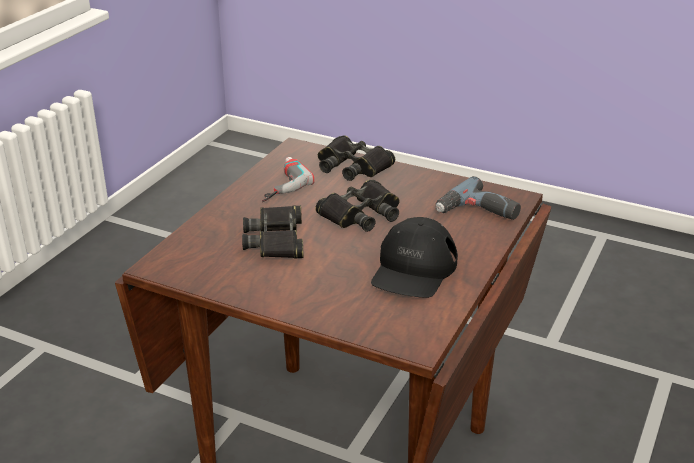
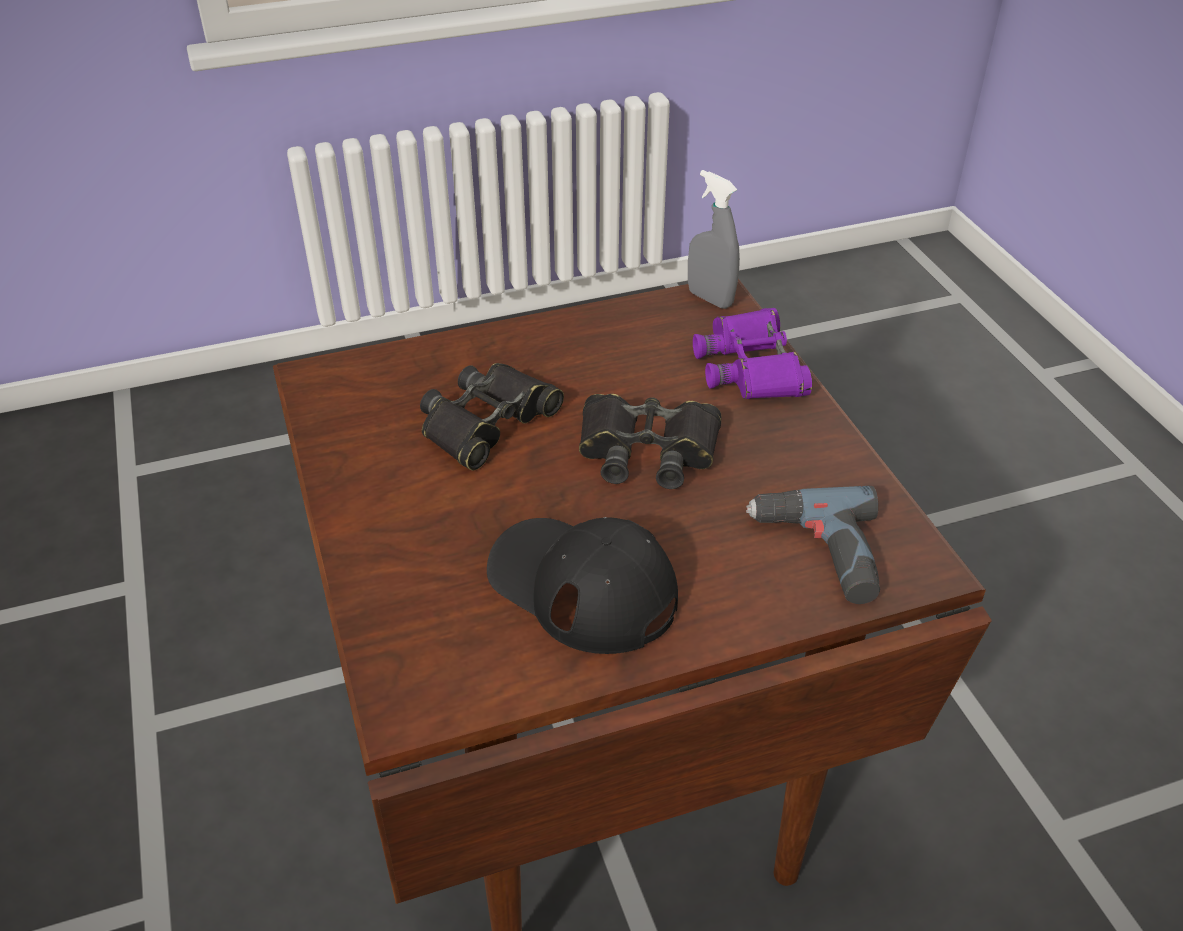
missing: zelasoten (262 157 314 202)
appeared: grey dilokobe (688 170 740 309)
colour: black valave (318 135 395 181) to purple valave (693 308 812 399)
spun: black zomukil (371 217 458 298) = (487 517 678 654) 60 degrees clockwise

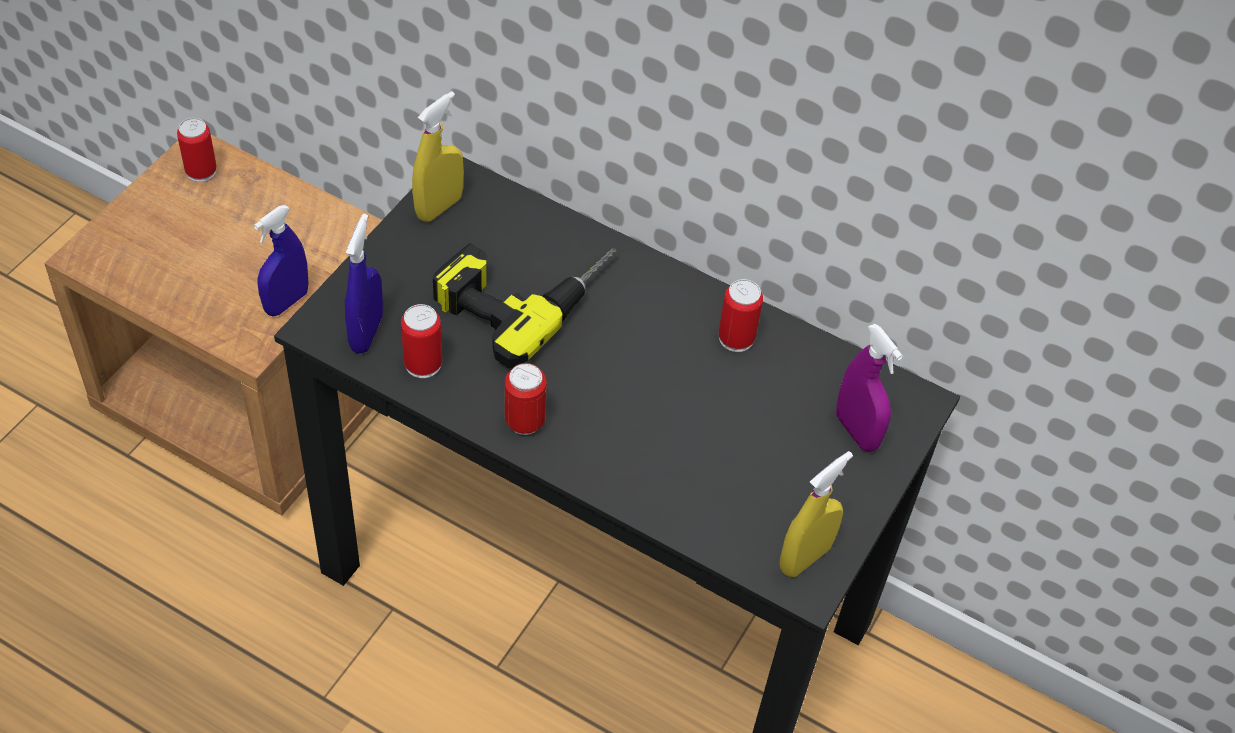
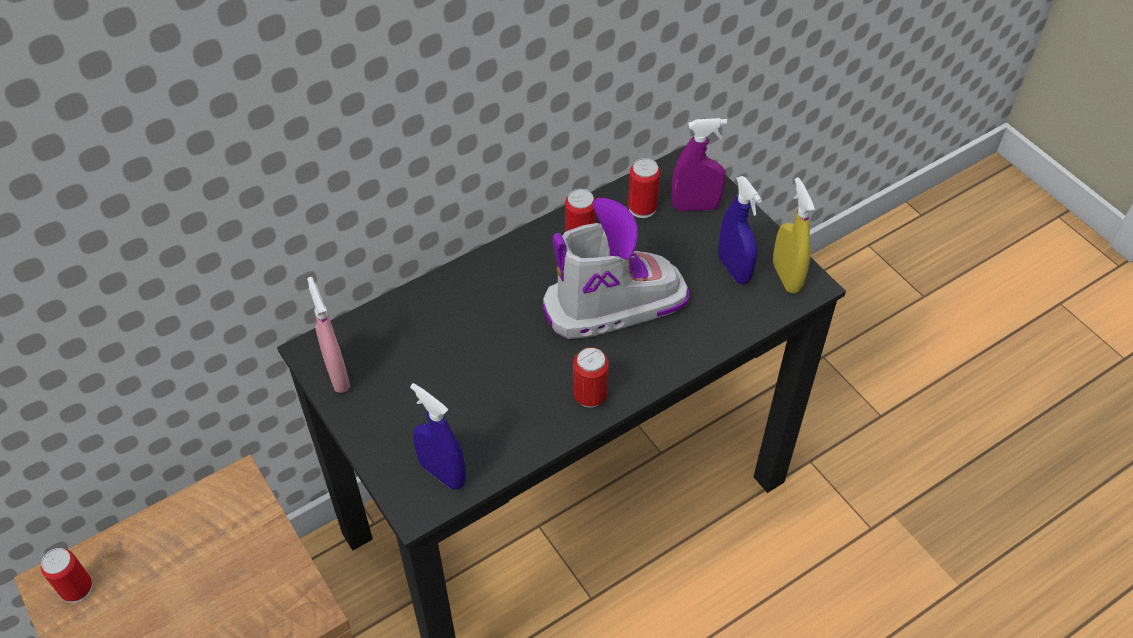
missing: zelasoten (433 243 616 368)
appeared: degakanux (543 198 689 339)
relocated: blue dilokobe (254 205 308 316) to (718 176 762 284); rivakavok (401 304 442 378) to (628 158 660 218)
colour: yellow dilokobe (412 91 464 222) to pink dilokobe (307 277 351 393)

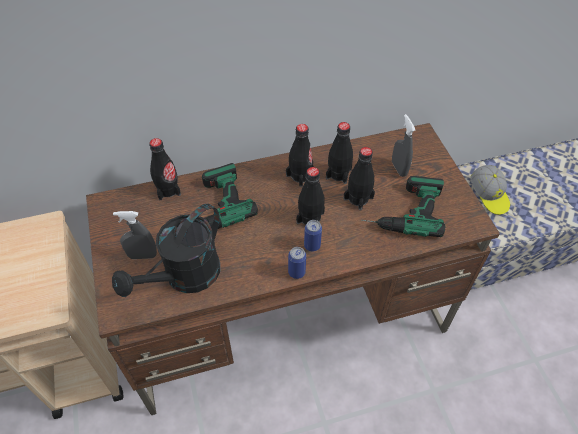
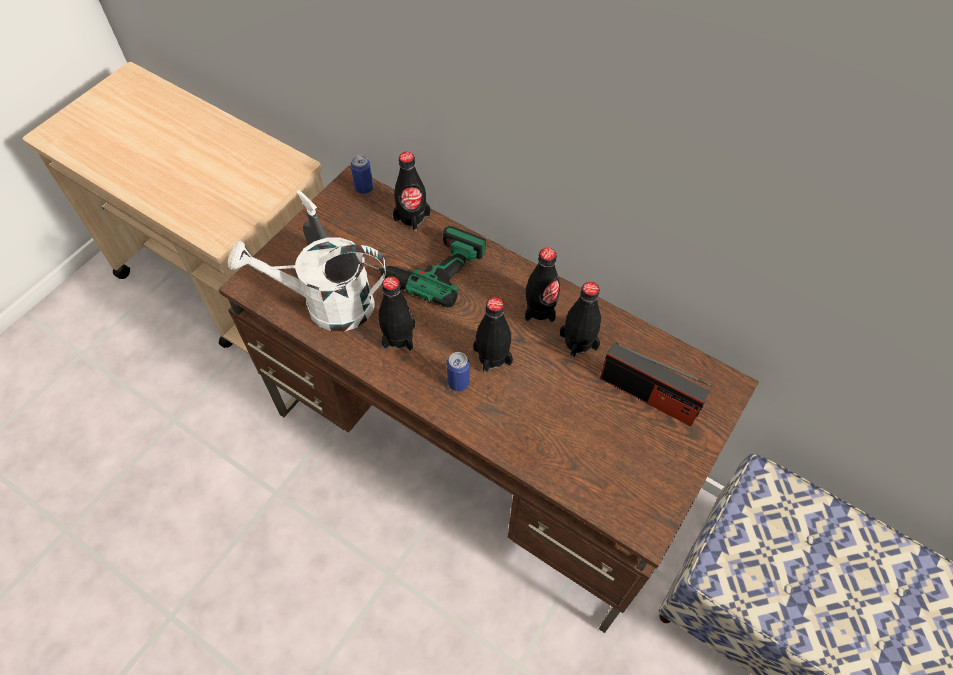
missing: zelasoten (361 176 445 237); zomukil (471 165 510 215)
relocated: rivakavok (288 247 306 279) to (350 155 373 194); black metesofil (344 147 375 211) to (378 276 415 351)
exchanged: grey dilokobe (392 114 416 177) to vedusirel (600 343 711 426)
colour: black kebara (112 204 220 297) to white kebara (228 237 386 332)

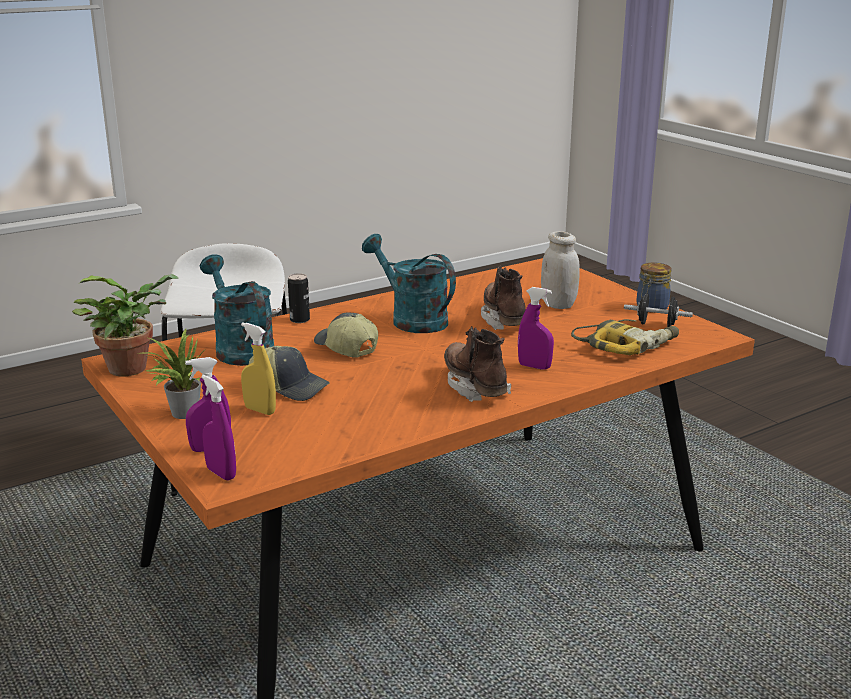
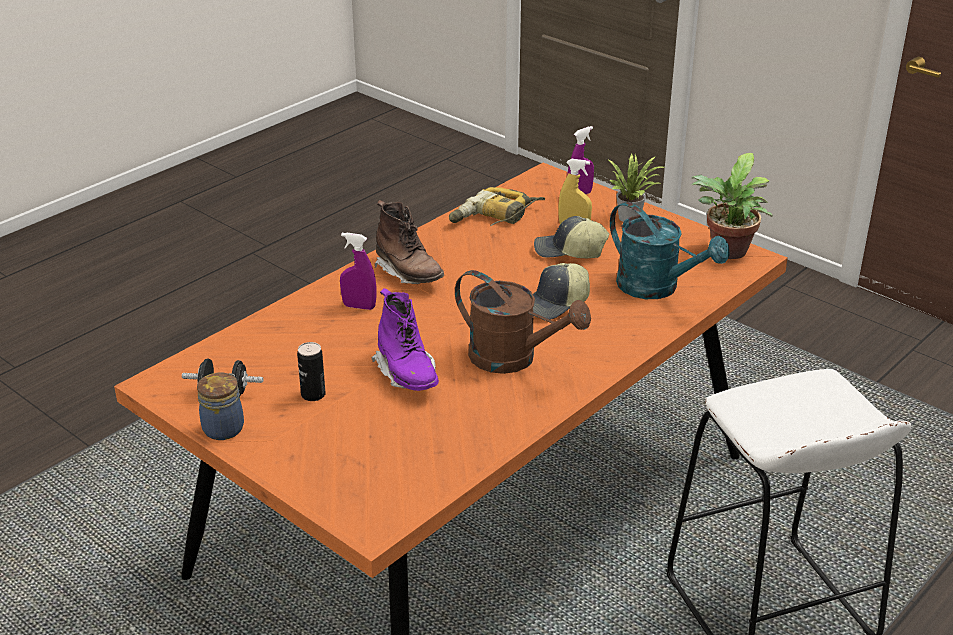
missing: purple dilokobe (202 375 236 481); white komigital (541 231 580 309)
relocated: rivakavok (288 273 310 323) to (297 342 326 401); zelasoten (571 319 679 355) to (449 187 545 226)
colour: turquoise kebara (362 234 456 333) to brown kebara (455 270 591 374); brown degakanux (481 265 526 330) to purple degakanux (372 288 439 391)
spun: zomukil (314 313 378 358) = (533 263 590 320) 105 degrees clockwise

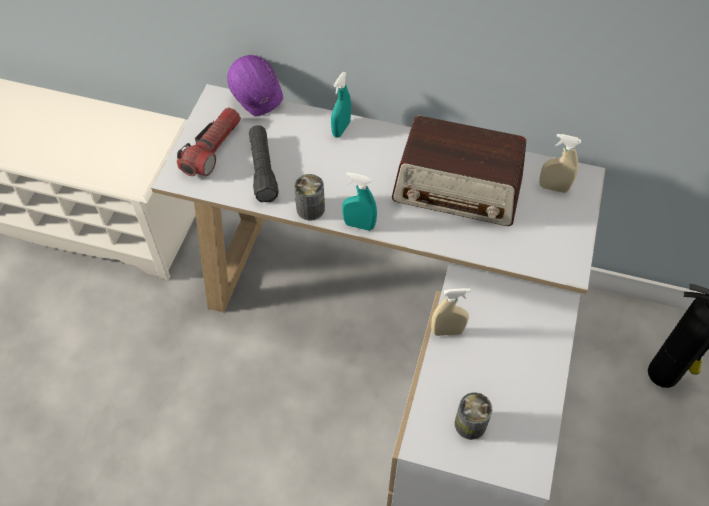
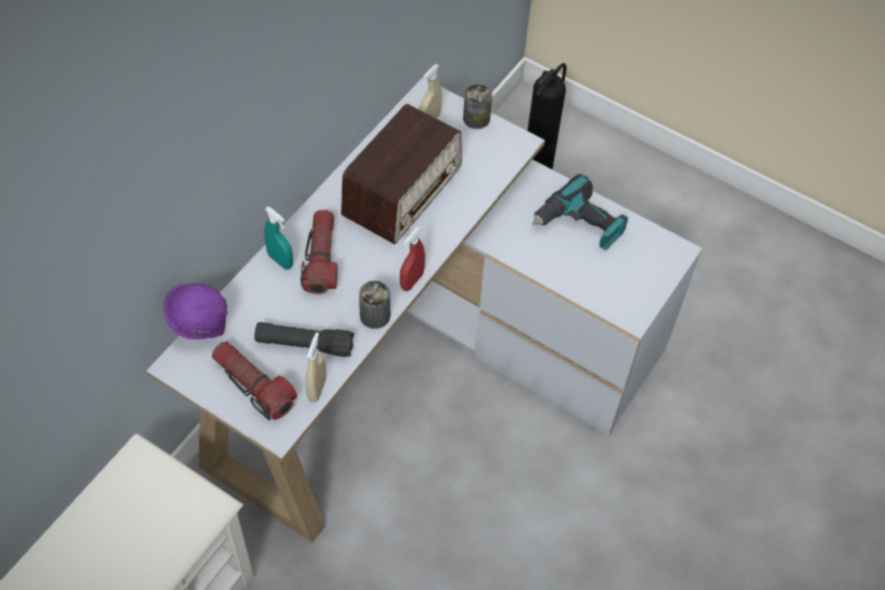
appeared: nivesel (300 210 337 294); zelasoten (532 174 628 251)
relocated: beige dilokobe (431 288 471 336) to (306 332 326 402); rivakavok (455 392 493 440) to (463 84 492 129)
colour: turquoise dilokobe (342 172 377 231) to red dilokobe (400 227 425 291)

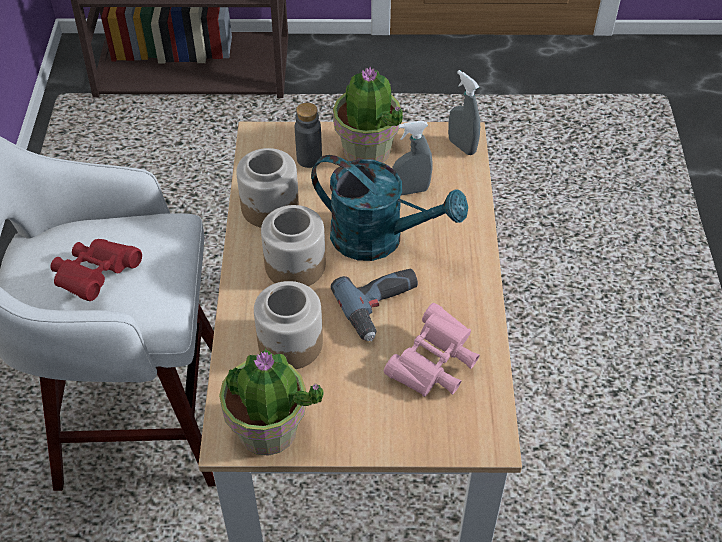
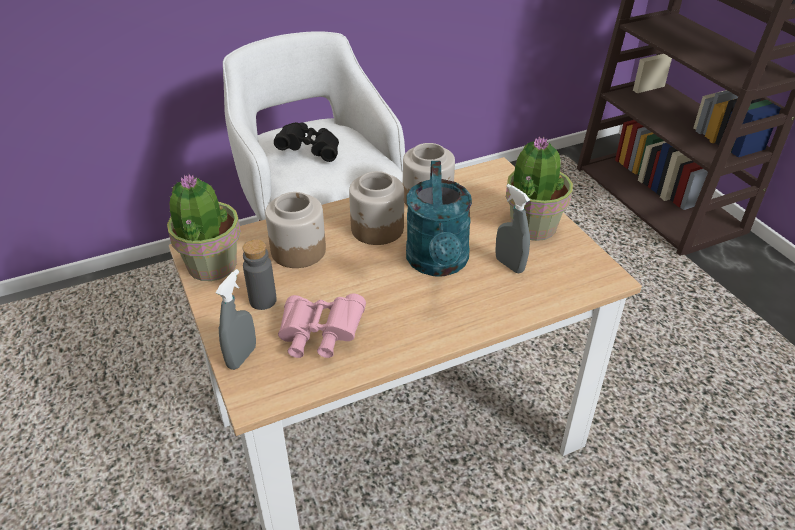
missing: zelasoten (331 269 418 341)
relocated: grey metesofil (295 103 322 168) to (243 240 277 310); grey dilokobe (448 70 480 155) to (216 269 256 370)
colour: red valave (50 239 142 301) to black valave (274 122 339 162)

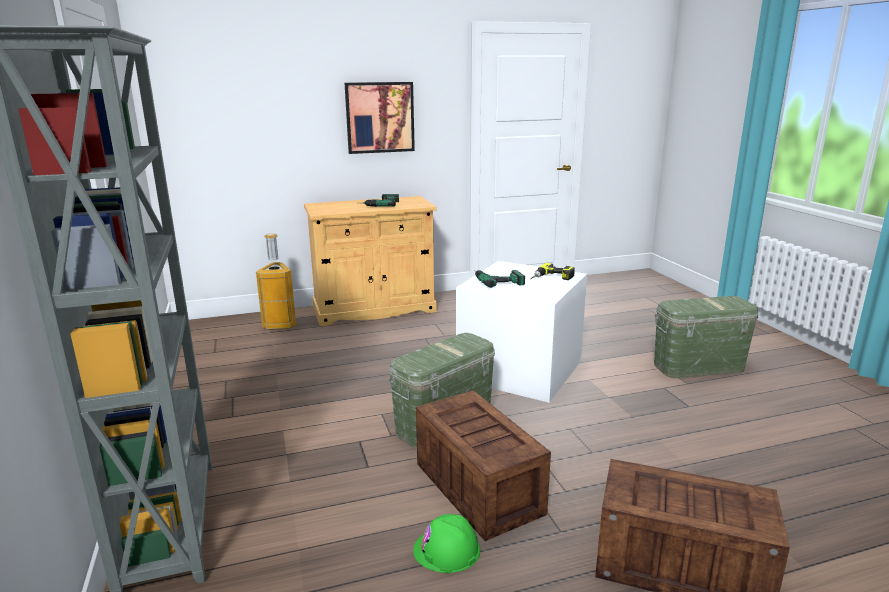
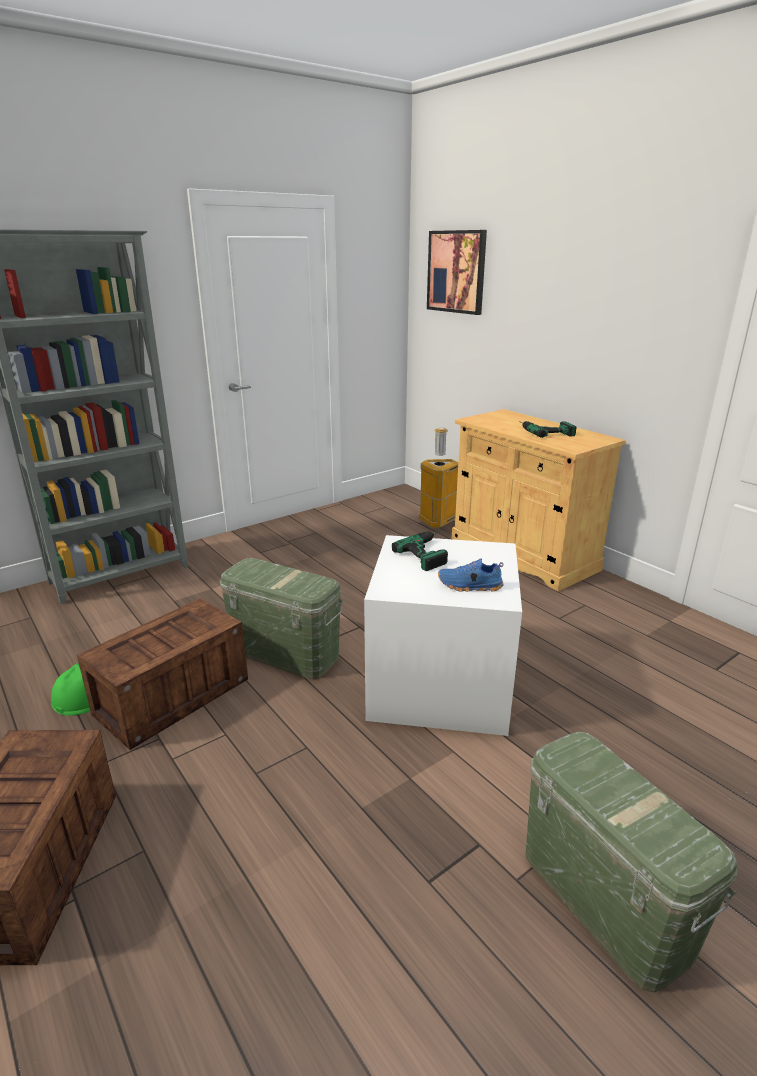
relocated: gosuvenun (345 82 415 154) to (427 230 487 315)
exchanged: zelasoten (530 263 575 280) to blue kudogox (438 559 503 592)

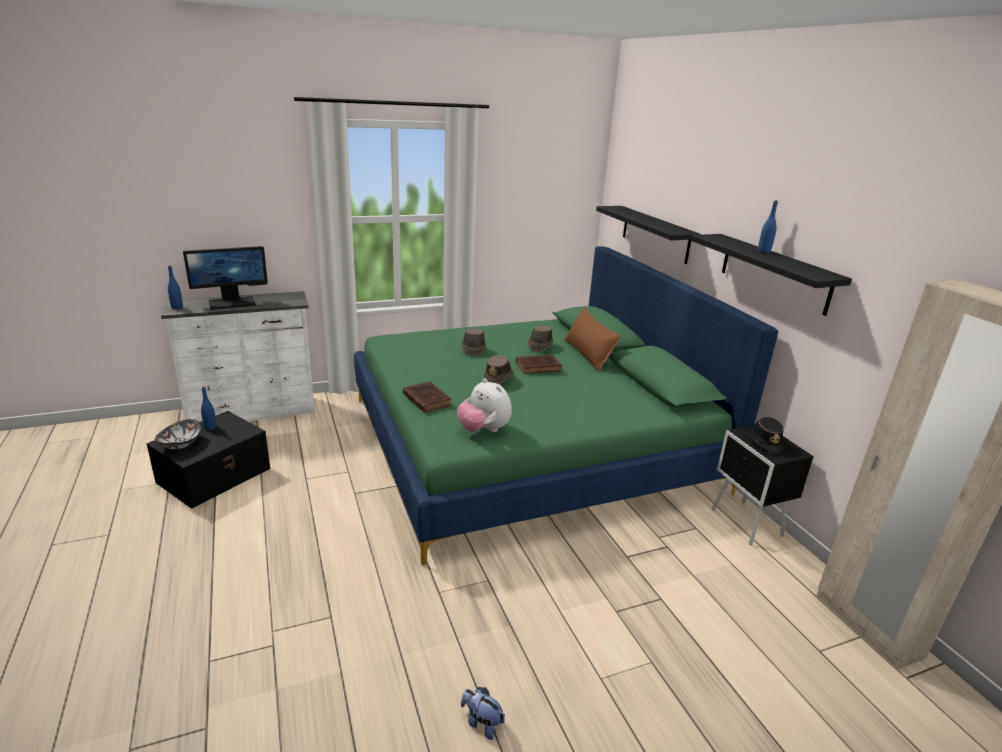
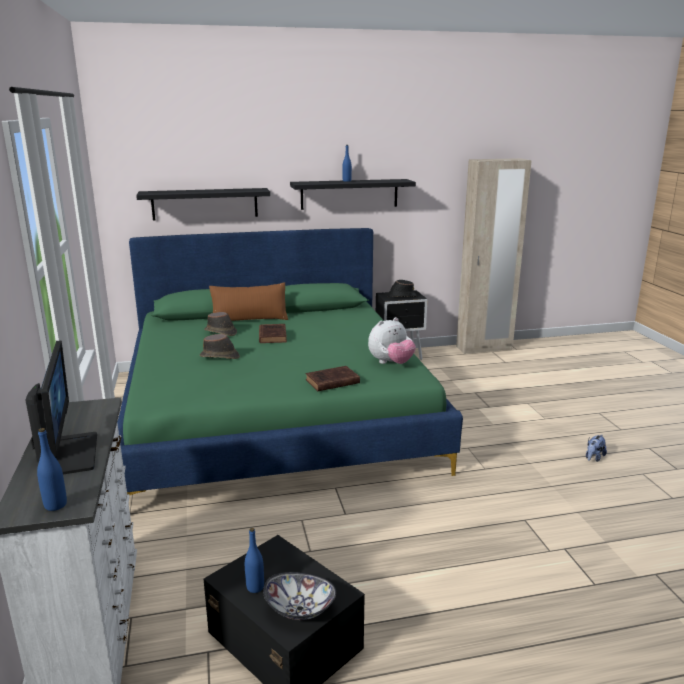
missing: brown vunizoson (484 355 514 384)

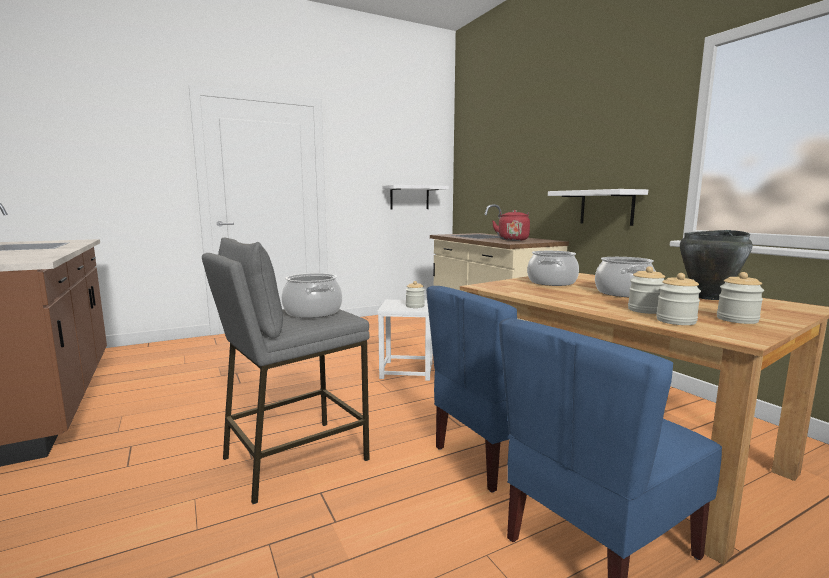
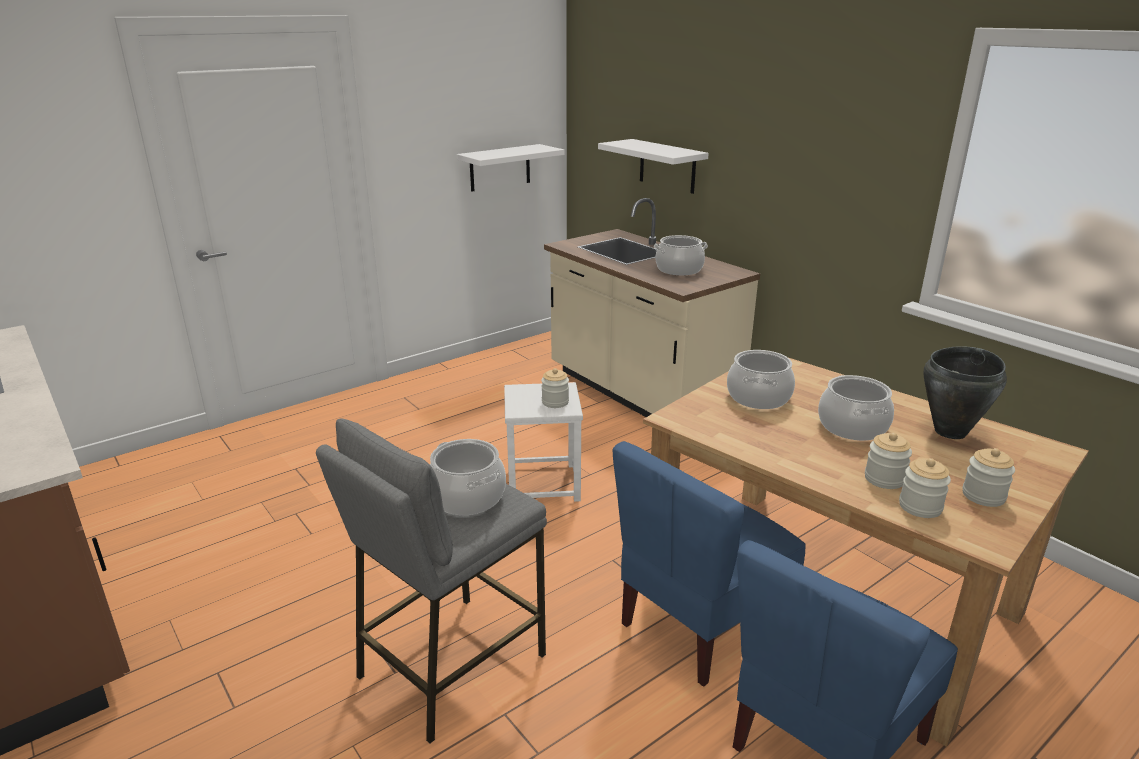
relocated: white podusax (548 189 648 226) to (598 139 709 194)
exchanged: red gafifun (492 210 530 241) to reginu (654 235 708 276)

